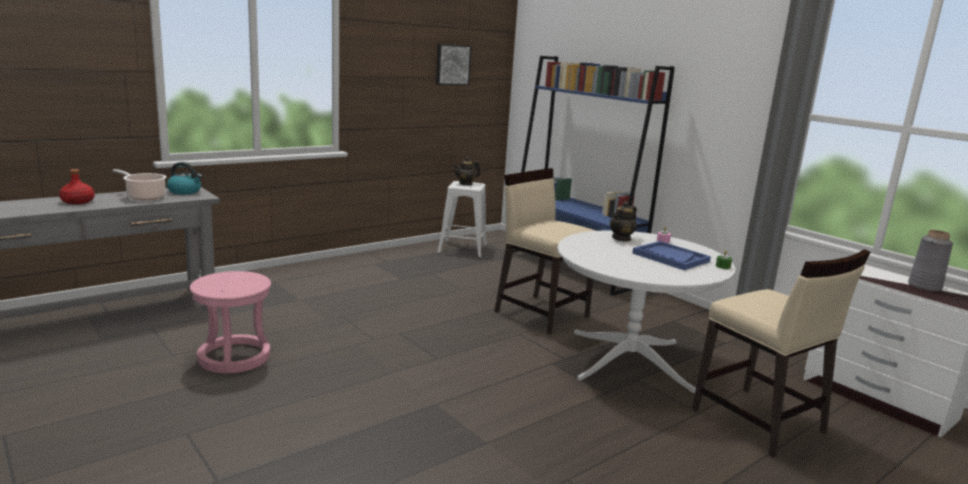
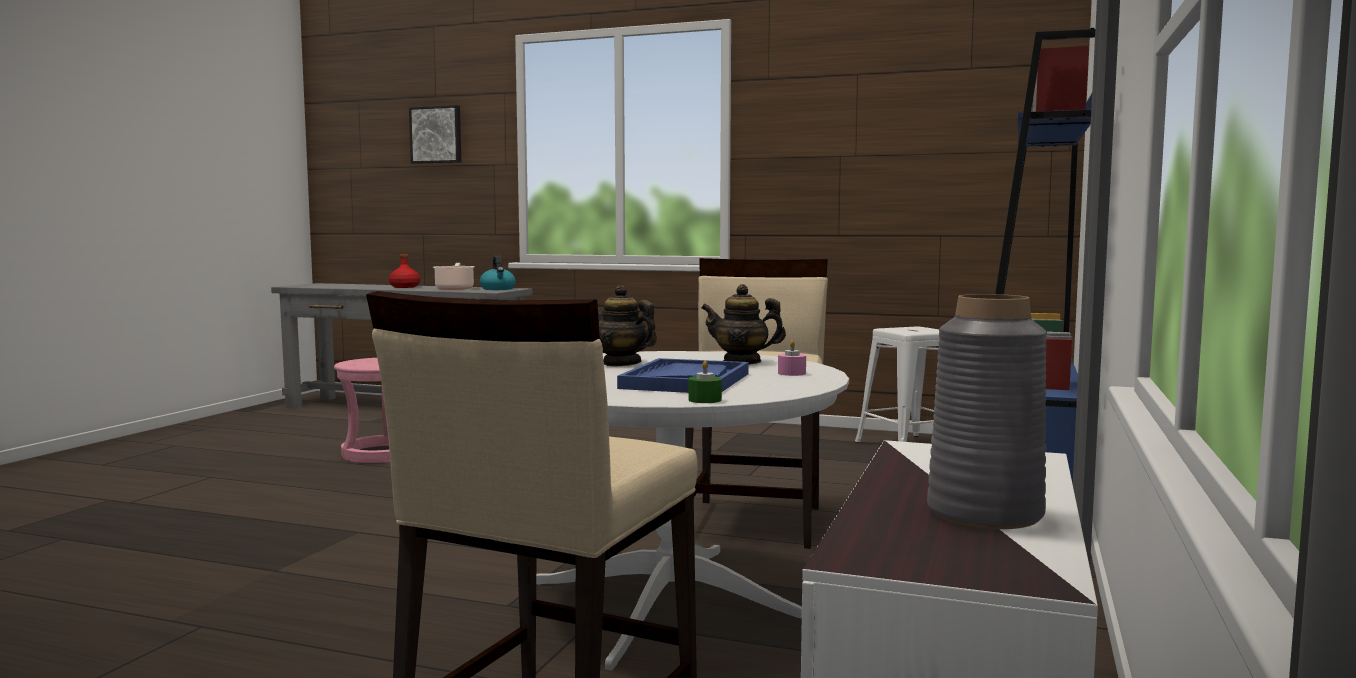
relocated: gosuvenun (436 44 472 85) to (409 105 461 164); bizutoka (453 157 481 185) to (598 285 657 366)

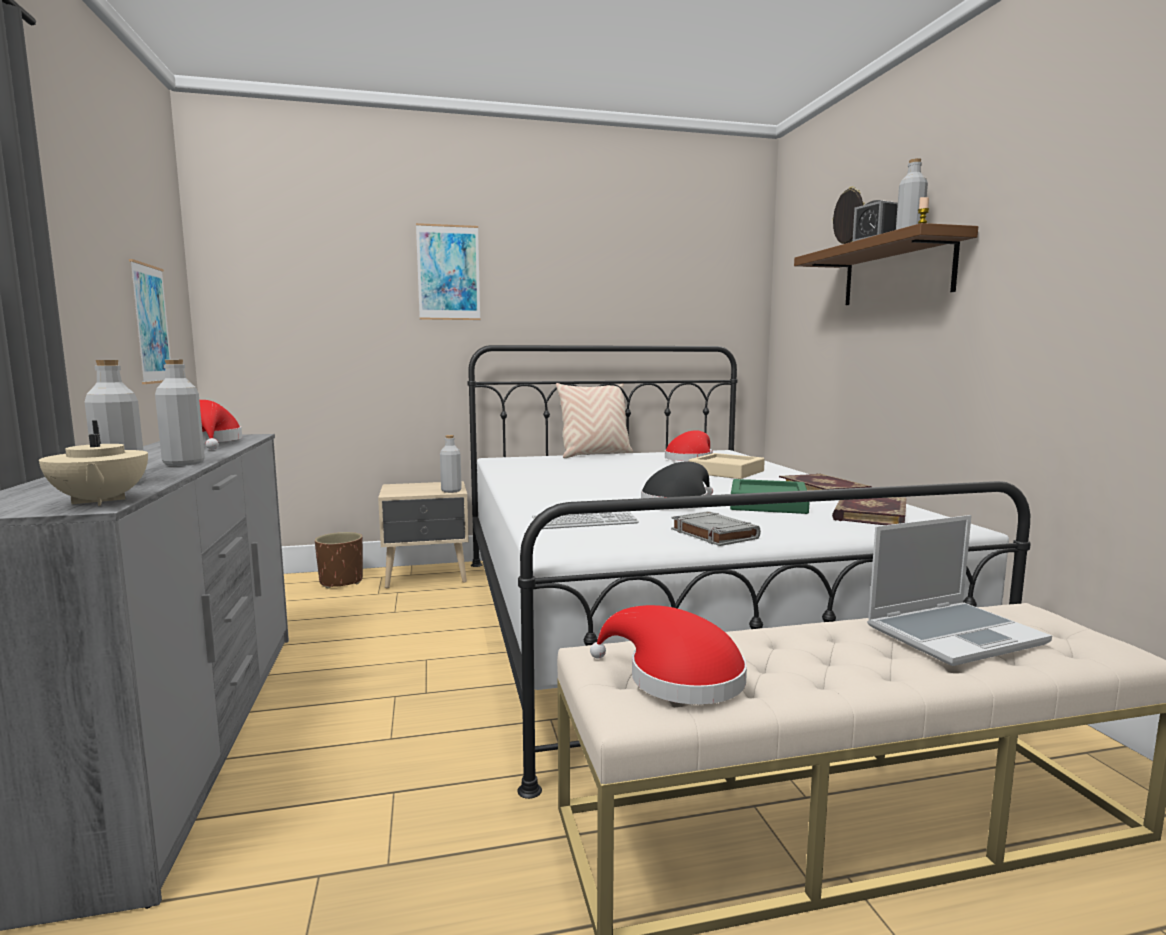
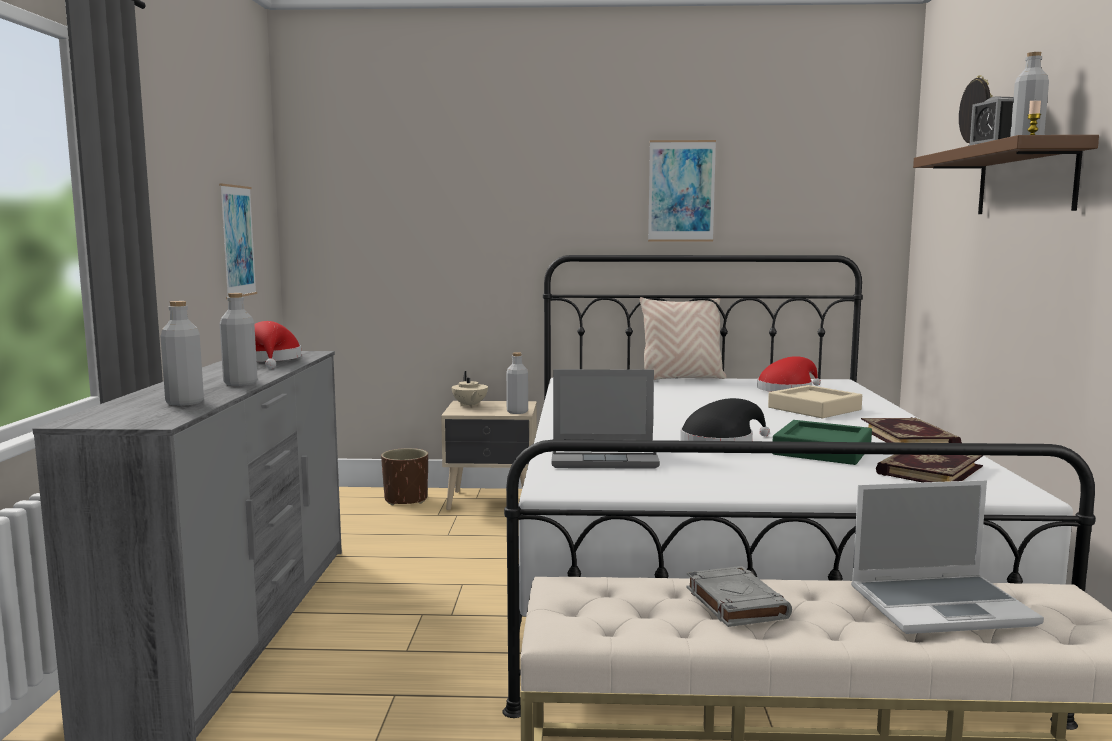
missing: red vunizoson (590 605 747 704)
relocated: beige bizutoka (39 420 148 506) to (451 371 488 408); gosuvenun (416 223 480 320) to (648 140 716 241); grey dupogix (671 511 761 546) to (686 566 792 627)
exchanged: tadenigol (532 511 639 529) to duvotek (551 369 660 469)

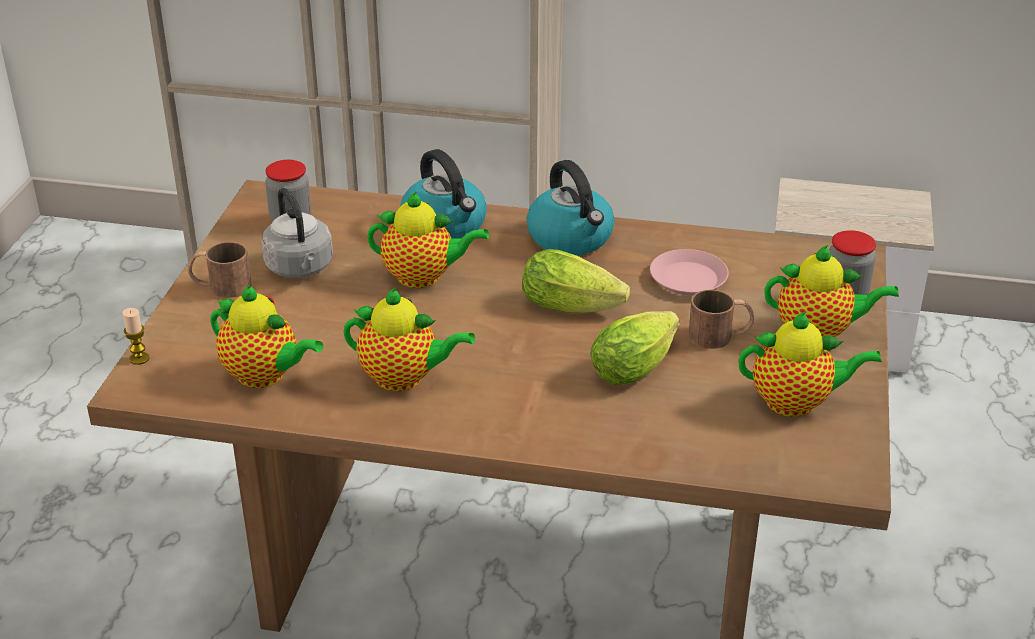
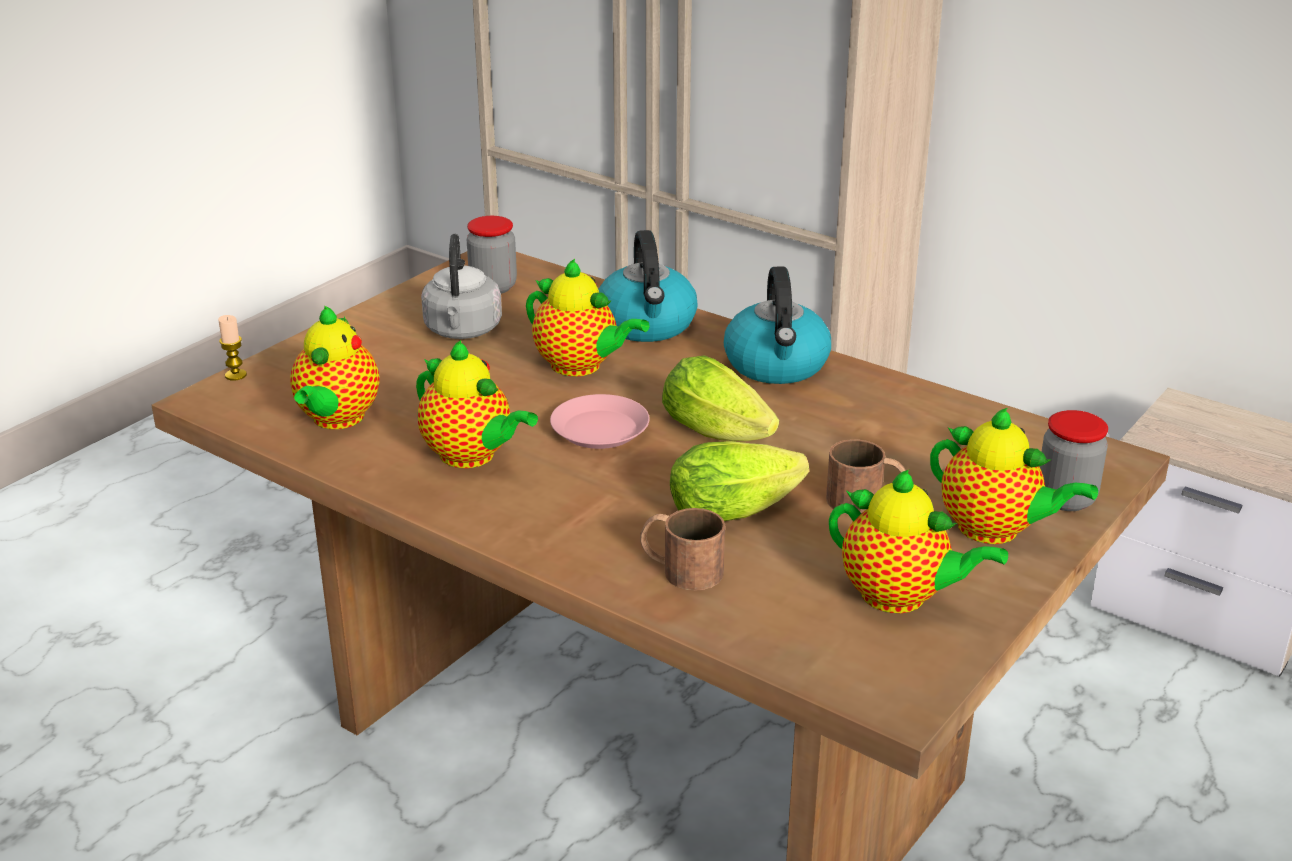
relocated: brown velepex (188 242 251 298) to (640 508 725 591); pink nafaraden (650 249 729 295) to (550 394 650 449)
spun: bizutoka (210 285 323 388) = (290 305 379 429) 45 degrees clockwise

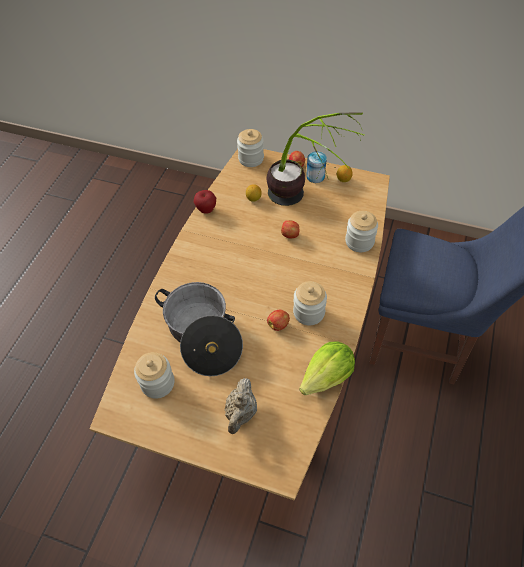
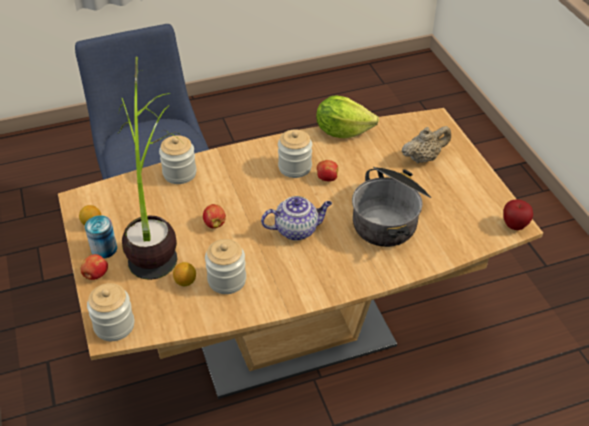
appeared: bizutoka (261 196 332 241)
relocated: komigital (134 352 175 399) to (205 239 246 294); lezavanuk (194 190 216 214) to (503 199 533 230)

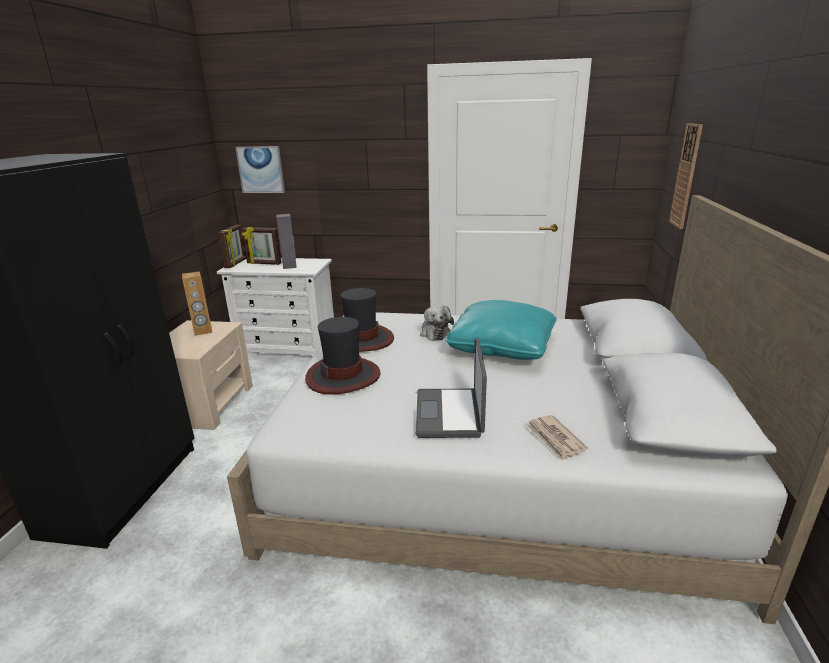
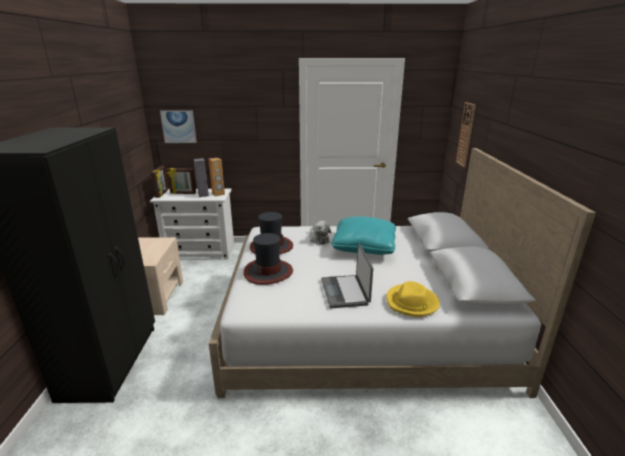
relocated: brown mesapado (182 271 212 336) to (208 158 225 196)
exchanged: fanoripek (526 415 588 461) to yellow vunizoson (386 281 440 317)

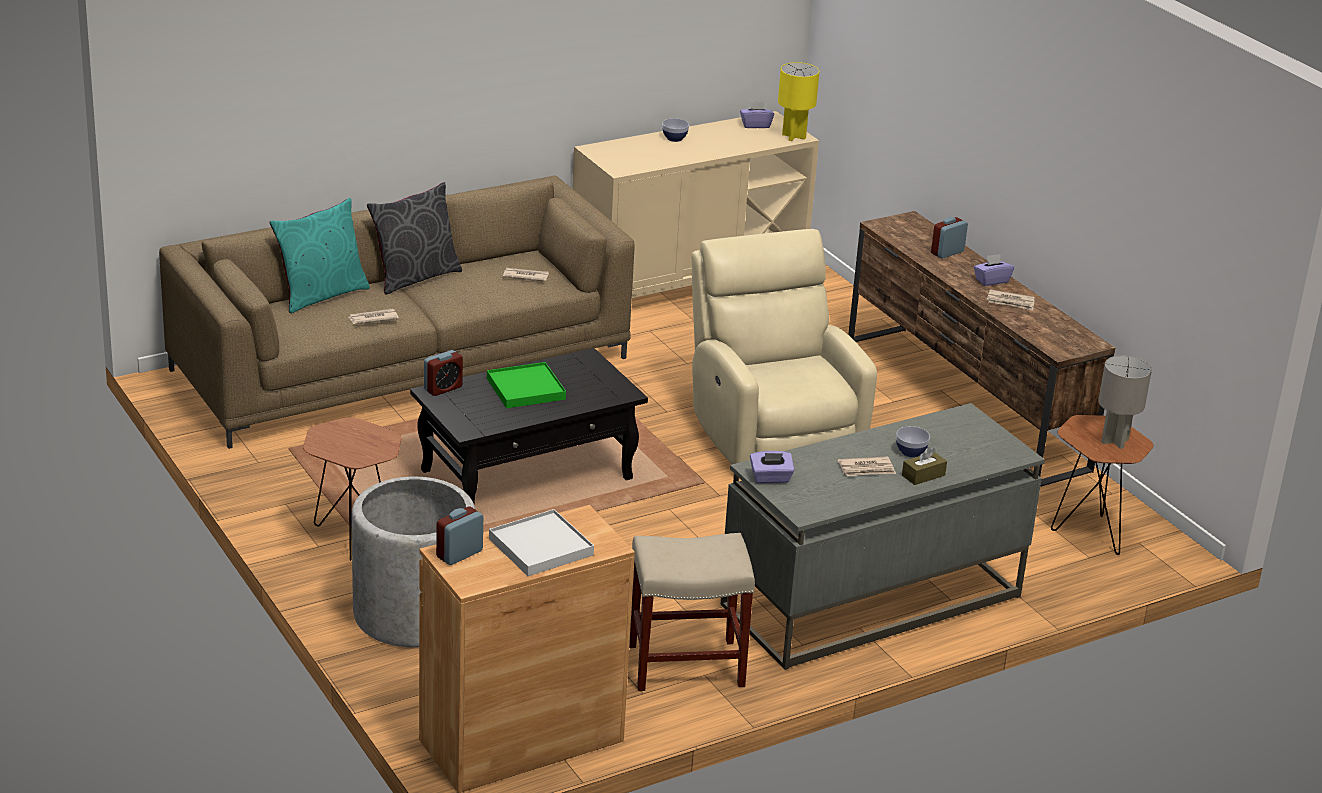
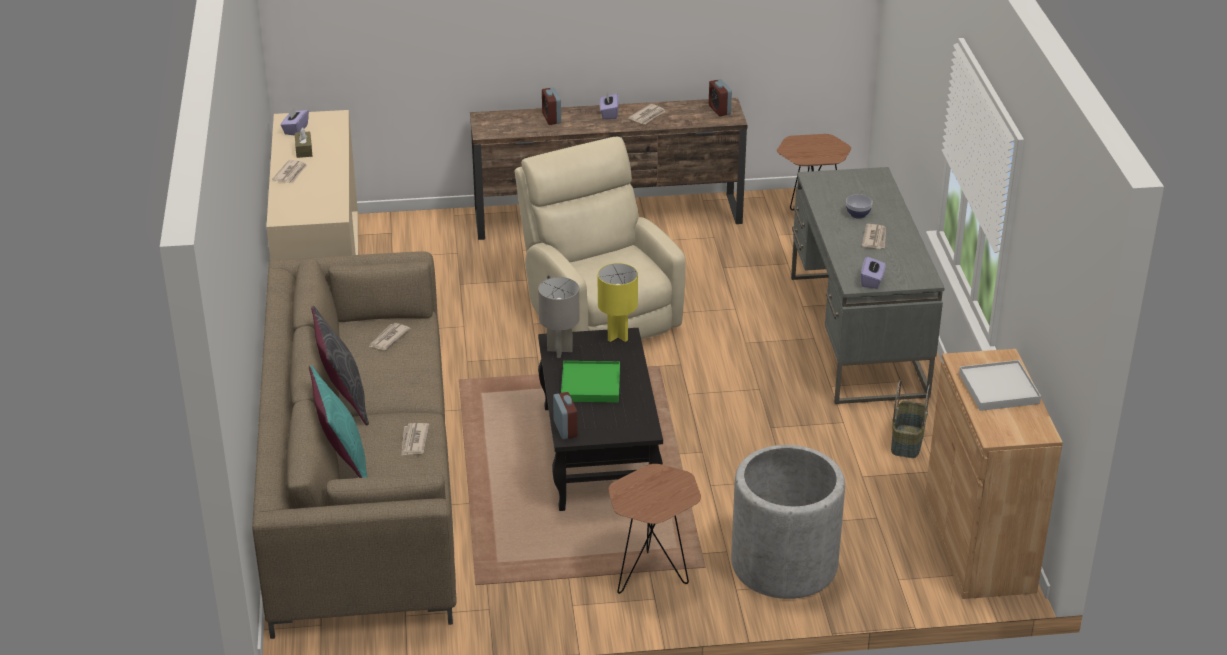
relocated: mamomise (436 507 483 565) to (709 79 732 116); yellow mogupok (778 62 819 141) to (598 263 638 342); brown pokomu (902 447 947 485) to (295 127 312 158); grey mogupok (1098 355 1152 449) to (538 277 580 358)
exchanged: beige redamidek (629 533 755 691) to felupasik (891 380 930 458); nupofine (662 118 689 142) to fanoripek (272 160 307 183)
spun: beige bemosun (691 229 877 464) = (515 137 686 340) 60 degrees clockwise

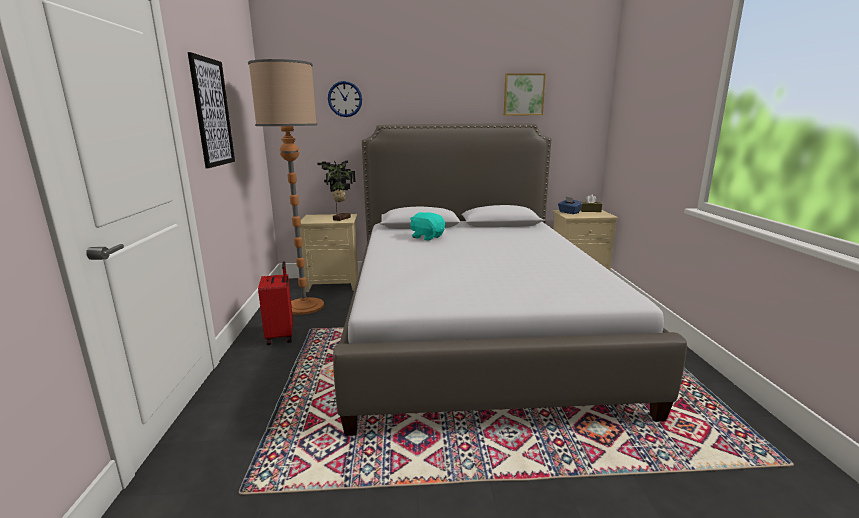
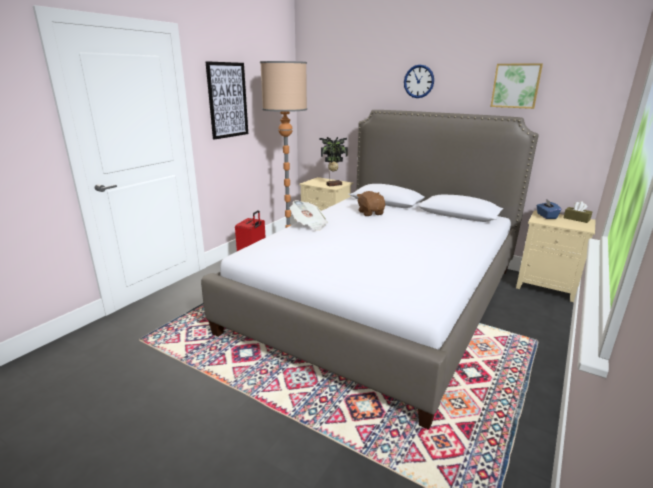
appeared: fanoripek (290 200 328 231)
relocated: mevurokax (328 81 362 117) to (404 65 434 98)
colour: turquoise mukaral (410 212 445 241) to brown mukaral (357 191 385 216)

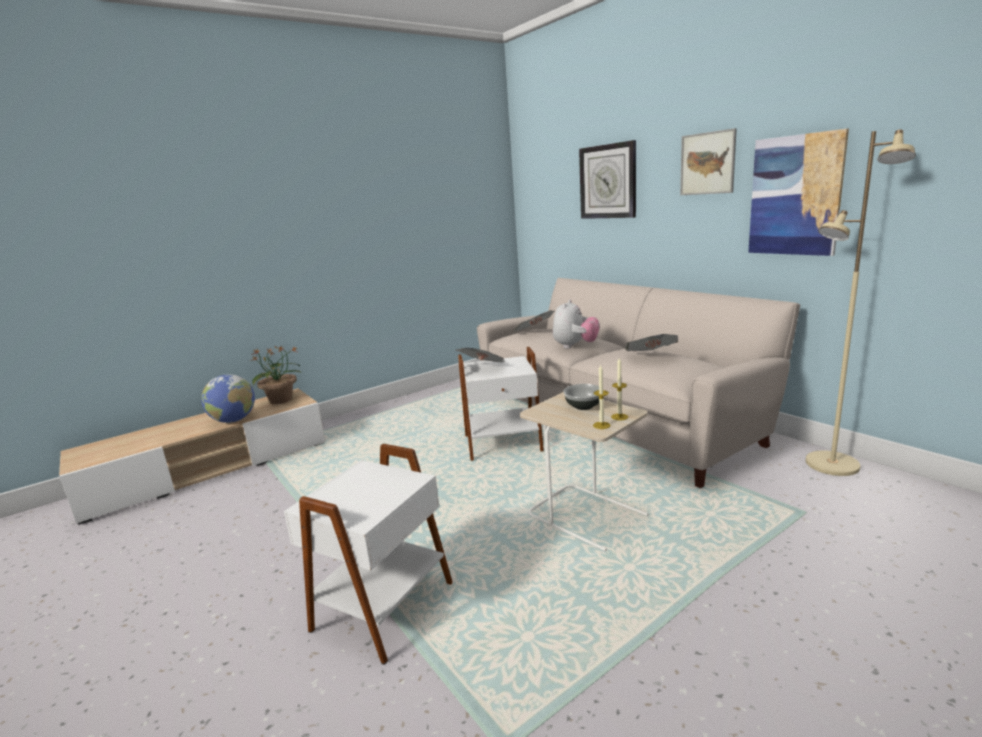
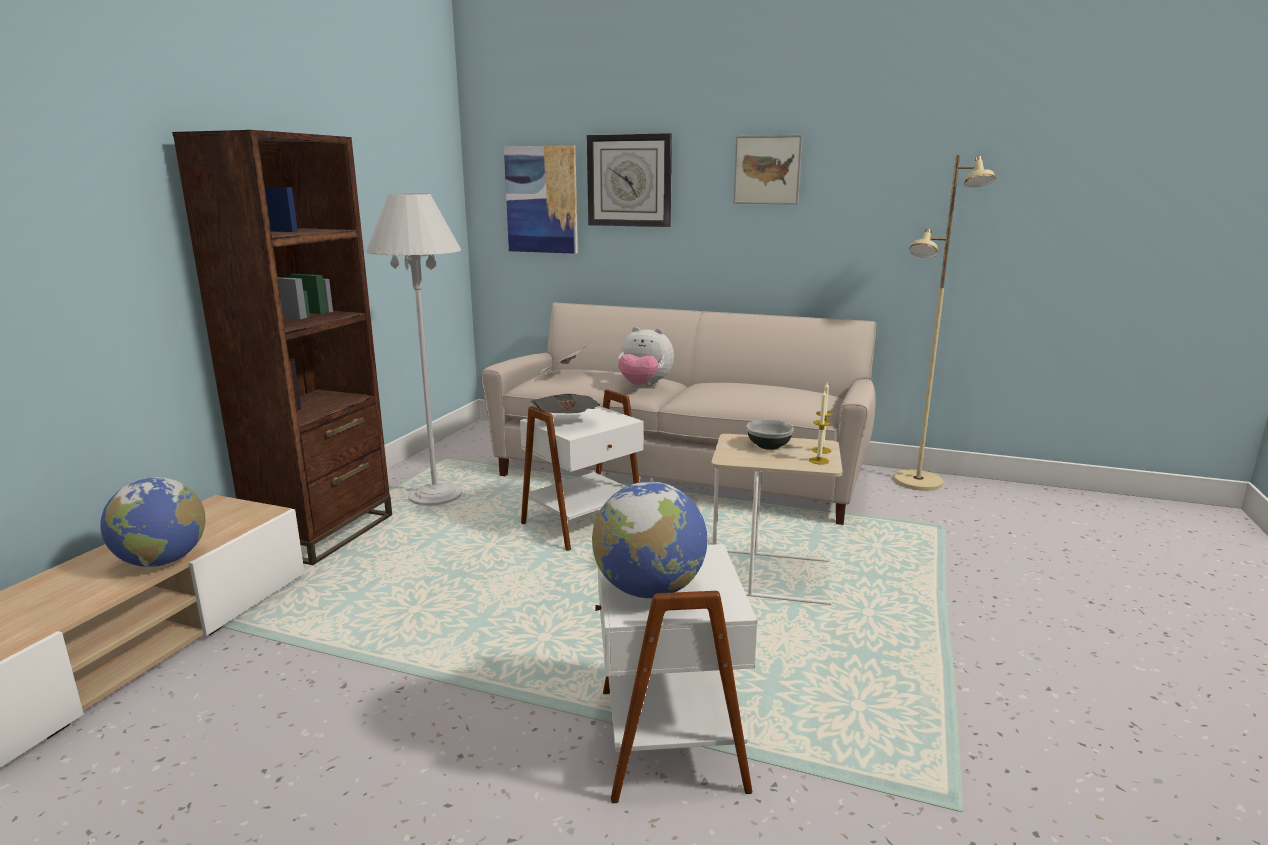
missing: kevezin (249 345 301 404); fanoripek (625 334 678 351)
appeared: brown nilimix (172 130 392 565); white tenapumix (366 194 462 506); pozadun (592 481 708 598)
relocated: gosuvenun (748 129 849 256) to (504 145 578 254)
spun: mukaral (553 299 599 349) = (618 327 674 386) 120 degrees clockwise

